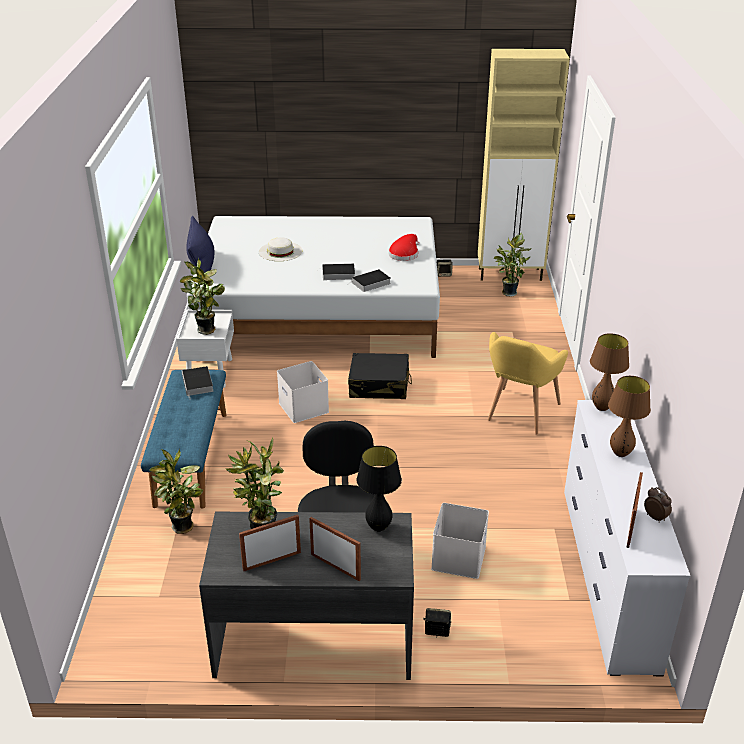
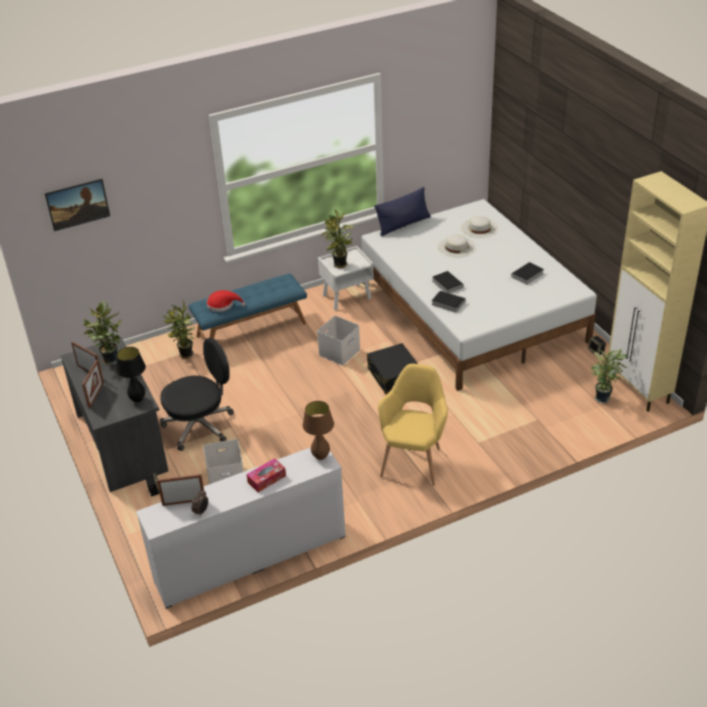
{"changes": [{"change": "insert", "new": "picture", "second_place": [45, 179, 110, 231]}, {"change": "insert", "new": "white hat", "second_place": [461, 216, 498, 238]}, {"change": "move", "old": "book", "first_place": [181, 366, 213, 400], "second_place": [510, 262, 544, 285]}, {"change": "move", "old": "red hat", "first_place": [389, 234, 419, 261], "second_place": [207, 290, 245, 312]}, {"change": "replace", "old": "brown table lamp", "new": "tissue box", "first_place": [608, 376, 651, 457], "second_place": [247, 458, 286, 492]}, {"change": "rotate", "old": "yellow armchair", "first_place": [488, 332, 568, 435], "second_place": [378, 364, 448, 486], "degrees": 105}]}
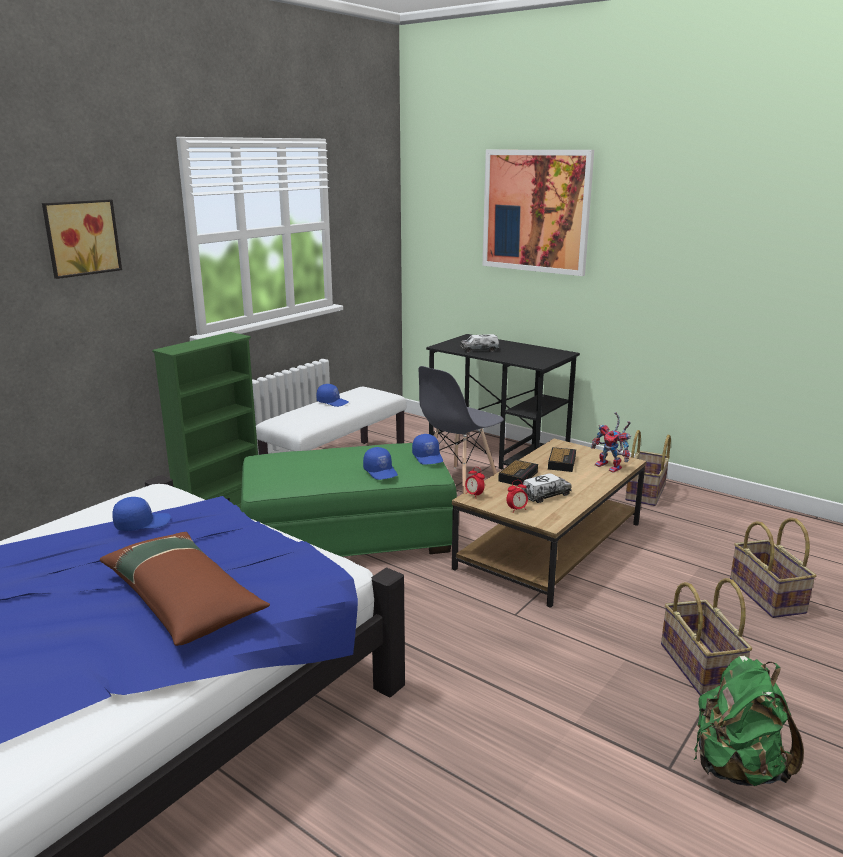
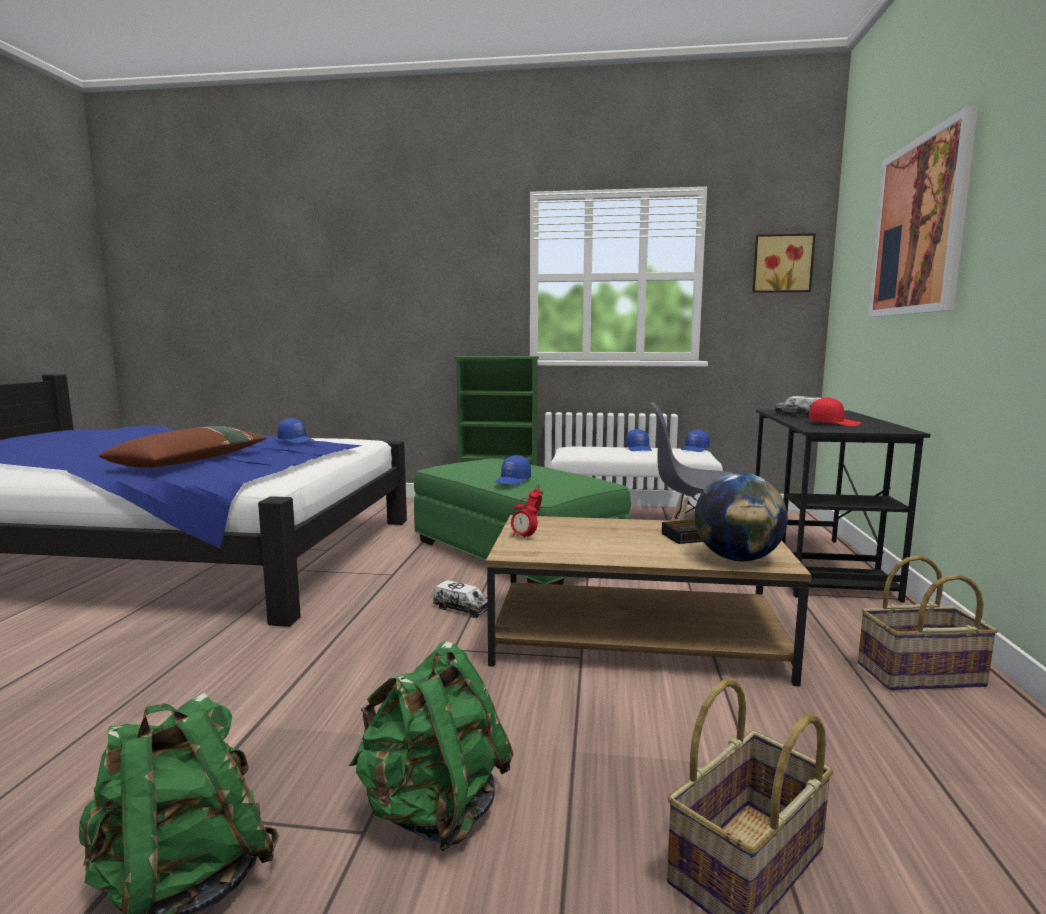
{"changes": [{"change": "delete", "old": "alarm clock", "first_place": [498, 459, 538, 486]}, {"change": "insert", "new": "red cap", "second_place": [809, 397, 861, 427]}, {"change": "move", "old": "picture", "first_place": [42, 199, 122, 279], "second_place": [752, 233, 816, 293]}, {"change": "move", "old": "blue cap", "first_place": [412, 434, 443, 465], "second_place": [681, 429, 710, 452]}, {"change": "move", "old": "toy truck", "first_place": [521, 473, 572, 503], "second_place": [433, 580, 488, 618]}, {"change": "replace", "old": "toy robot", "new": "globe", "first_place": [591, 412, 631, 473], "second_place": [695, 473, 788, 562]}, {"change": "replace", "old": "basket", "new": "green backpack", "first_place": [661, 578, 752, 696], "second_place": [349, 641, 513, 851]}]}
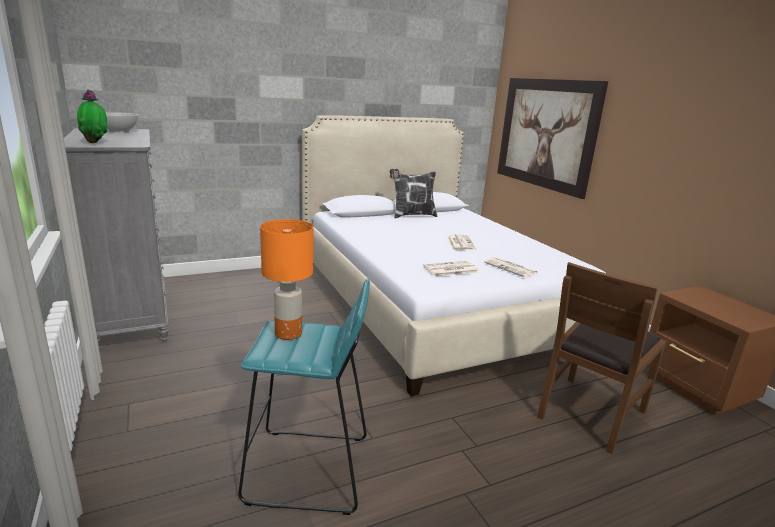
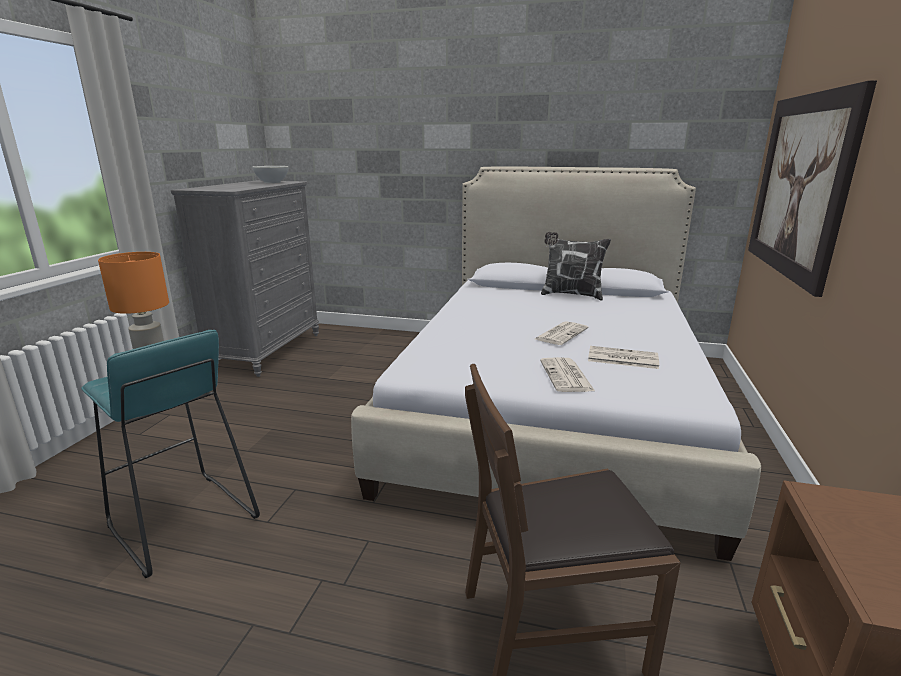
{"changes": [{"change": "delete", "old": "potted plant", "first_place": [77, 90, 108, 143]}, {"change": "move", "old": "newspaper", "first_place": [423, 261, 479, 277], "second_place": [588, 346, 659, 369]}]}
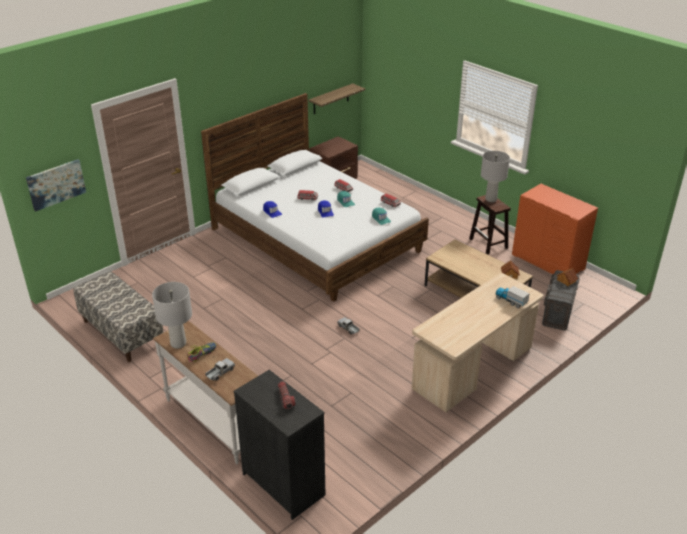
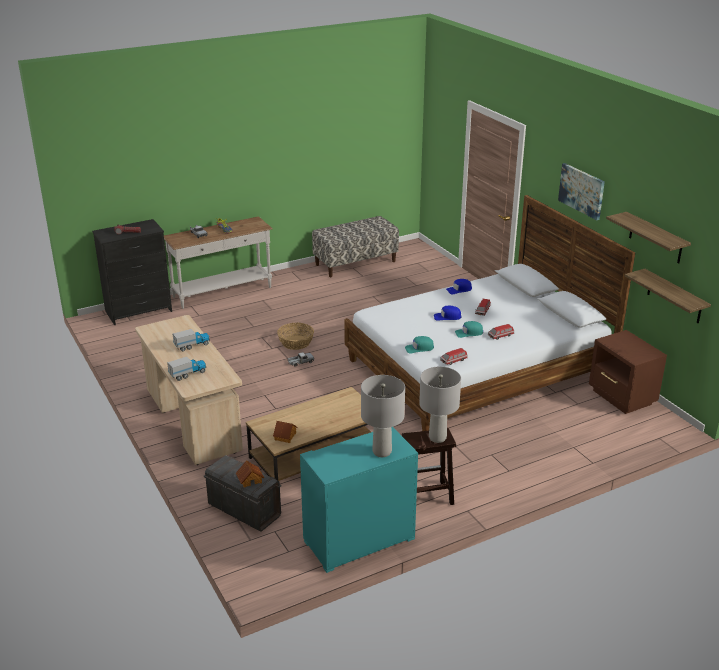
{"changes": [{"change": "insert", "new": "toy truck", "second_place": [173, 329, 210, 351]}, {"change": "insert", "new": "basket", "second_place": [277, 323, 314, 350]}, {"change": "insert", "new": "shelf", "second_place": [606, 212, 691, 263]}, {"change": "move", "old": "picture", "first_place": [26, 159, 86, 211], "second_place": [558, 163, 605, 220]}, {"change": "move", "old": "grey table lamp", "first_place": [152, 282, 192, 349], "second_place": [361, 375, 405, 457]}, {"change": "recolor", "old": "orange dresser", "new": "turquoise dresser", "first_place": [512, 184, 598, 274], "second_place": [300, 427, 418, 573]}]}
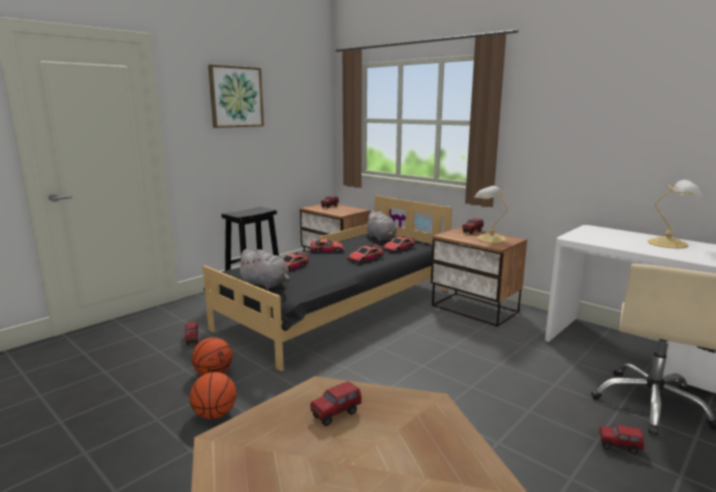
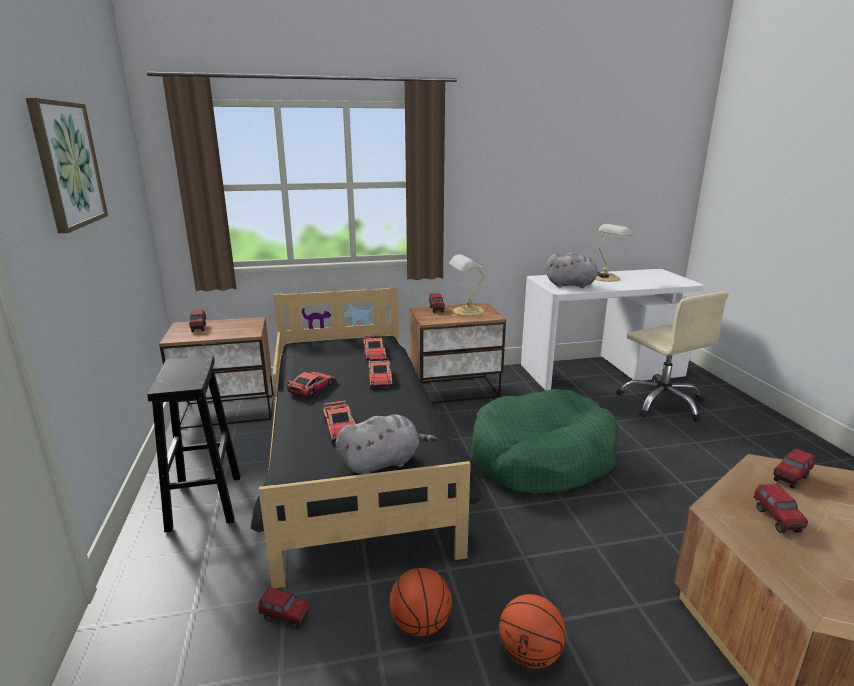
{"changes": [{"change": "insert", "new": "green dog bed", "second_place": [470, 389, 619, 493]}, {"change": "move", "old": "grey plush toy", "first_place": [365, 211, 397, 241], "second_place": [546, 252, 609, 288]}, {"change": "move", "old": "toy truck", "first_place": [599, 425, 644, 454], "second_place": [773, 449, 815, 489]}]}
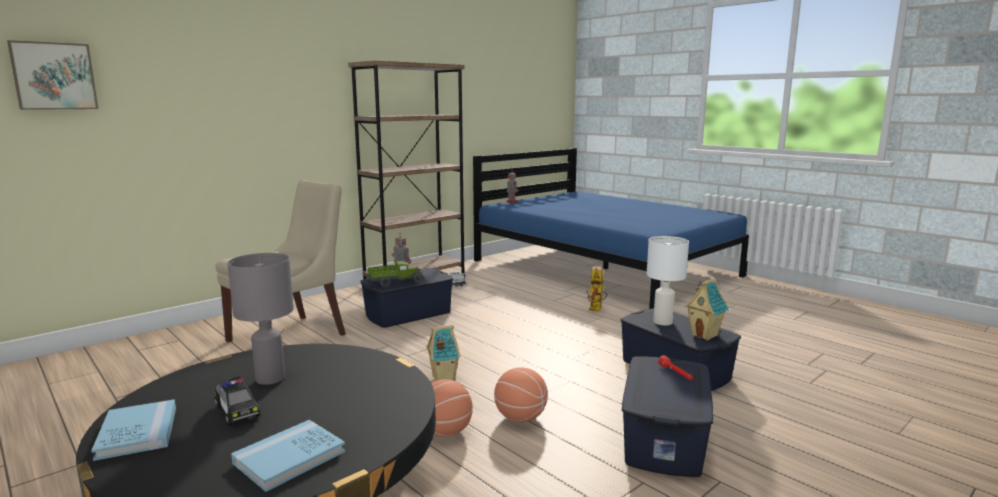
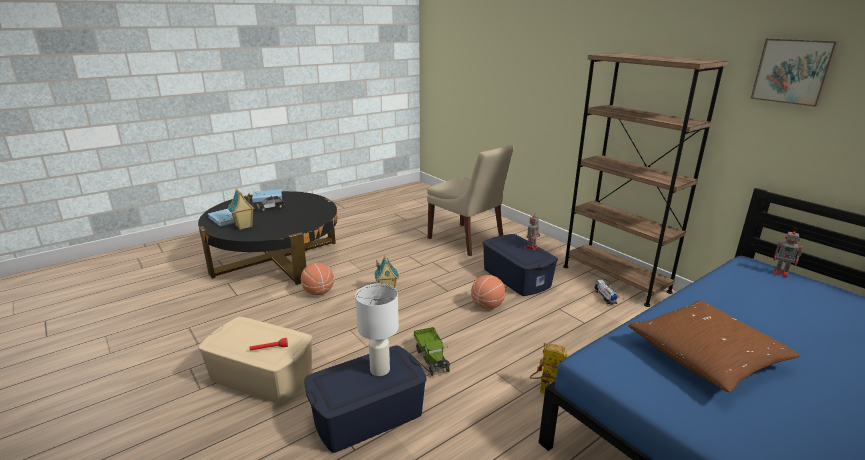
{"changes": [{"change": "delete", "old": "grey table lamp", "first_place": [227, 253, 294, 385]}, {"change": "insert", "new": "brown pillow", "second_place": [628, 300, 800, 392]}, {"change": "move", "old": "picture", "first_place": [7, 40, 98, 110], "second_place": [750, 38, 839, 107]}, {"change": "move", "old": "toy truck", "first_place": [368, 261, 424, 287], "second_place": [414, 327, 450, 376]}, {"change": "move", "old": "basketball", "first_place": [494, 367, 548, 422], "second_place": [471, 275, 506, 309]}, {"change": "move", "old": "toy house", "first_place": [685, 278, 729, 340], "second_place": [228, 188, 255, 230]}, {"change": "recolor", "old": "blue storage box", "new": "beige storage box", "first_place": [622, 356, 714, 477], "second_place": [198, 317, 313, 404]}]}
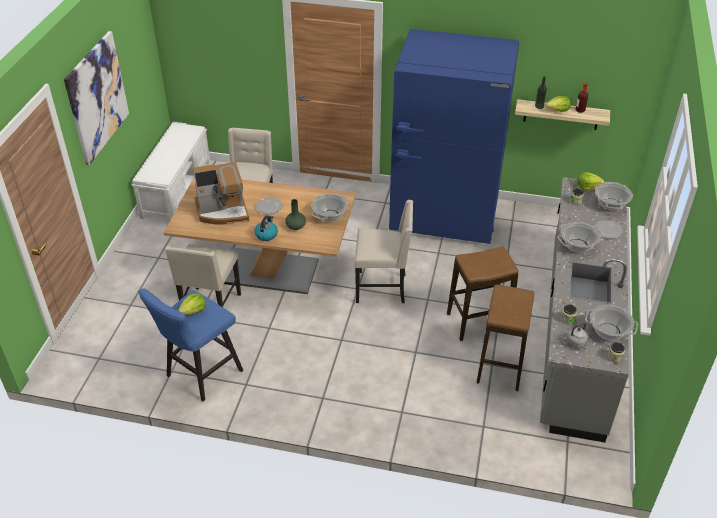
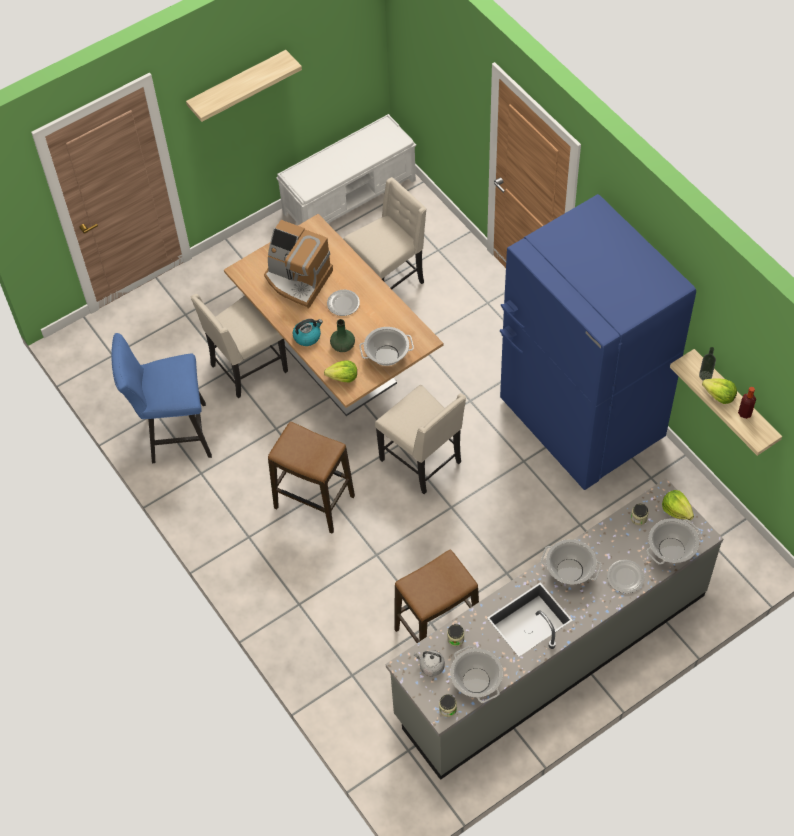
{"changes": [{"change": "move", "old": "lettuce", "first_place": [178, 293, 206, 315], "second_place": [324, 360, 357, 382]}, {"change": "move", "old": "stool", "first_place": [447, 246, 519, 341], "second_place": [268, 422, 355, 534]}, {"change": "replace", "old": "picture", "new": "shelf", "first_place": [64, 31, 129, 165], "second_place": [186, 50, 302, 122]}]}
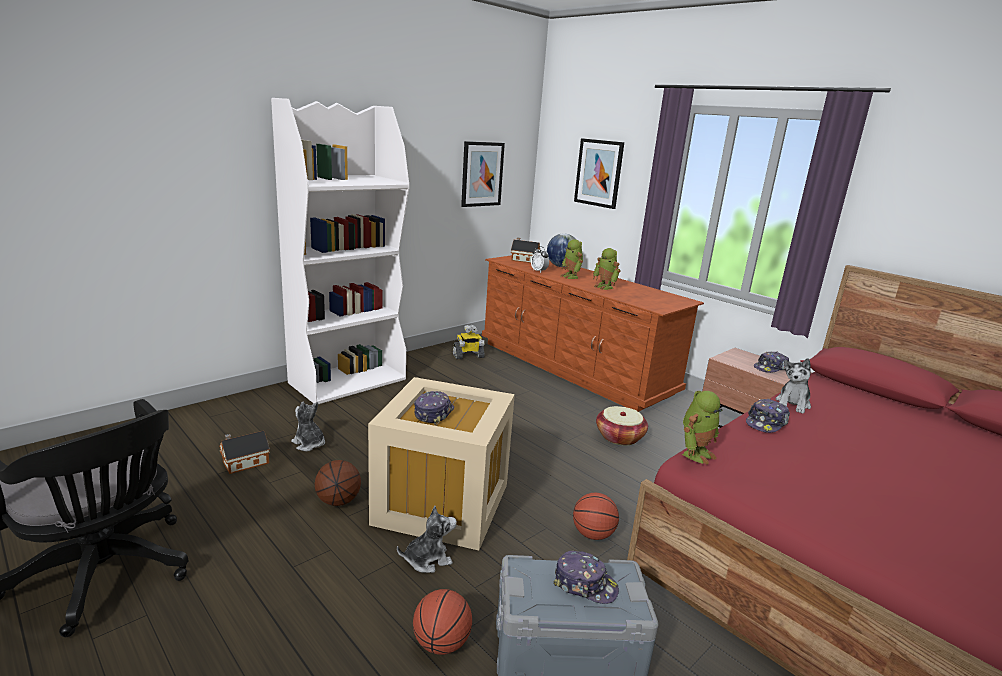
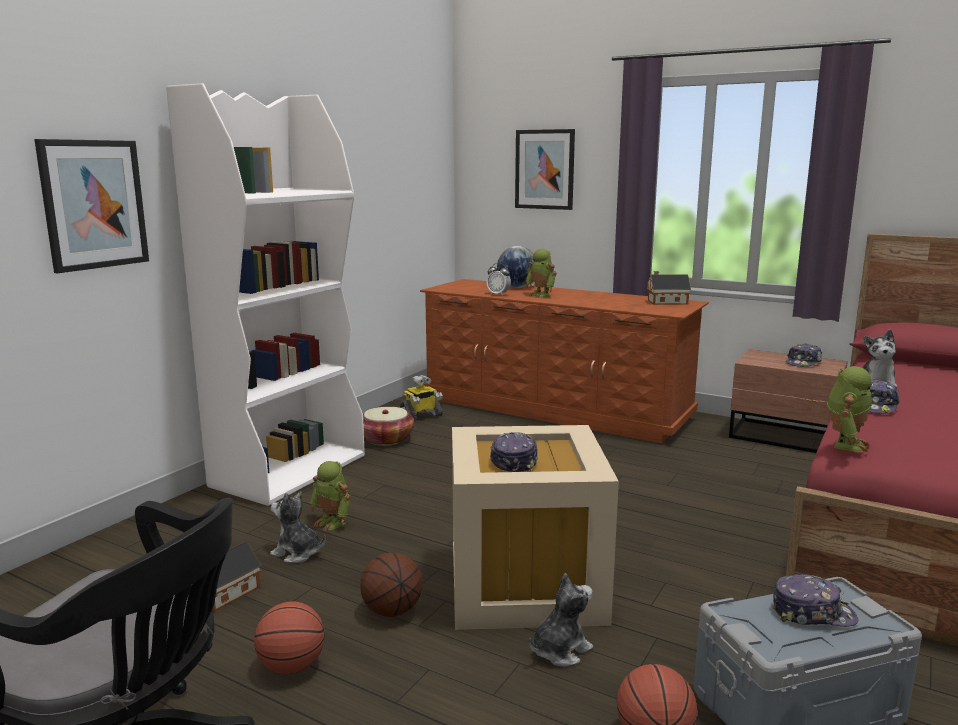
{"changes": [{"change": "move", "old": "picture", "first_place": [461, 141, 505, 207], "second_place": [34, 139, 149, 273]}, {"change": "move", "old": "toy house", "first_place": [511, 238, 540, 263], "second_place": [647, 271, 691, 305]}, {"change": "move", "old": "basketball", "first_place": [573, 492, 619, 540], "second_place": [254, 601, 325, 675]}, {"change": "move", "old": "toy robot", "first_place": [593, 248, 621, 290], "second_place": [310, 461, 351, 531]}, {"change": "move", "old": "basket", "first_place": [596, 406, 648, 445], "second_place": [363, 407, 414, 446]}]}
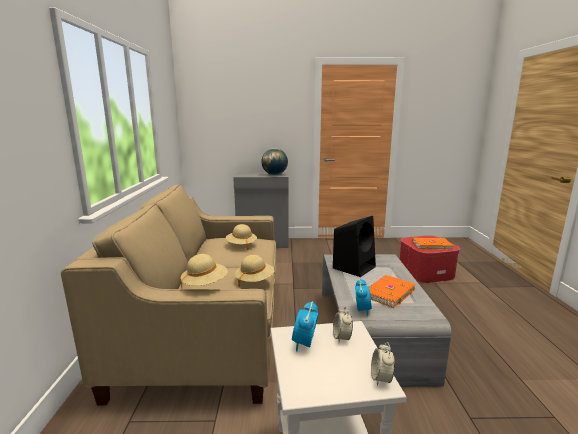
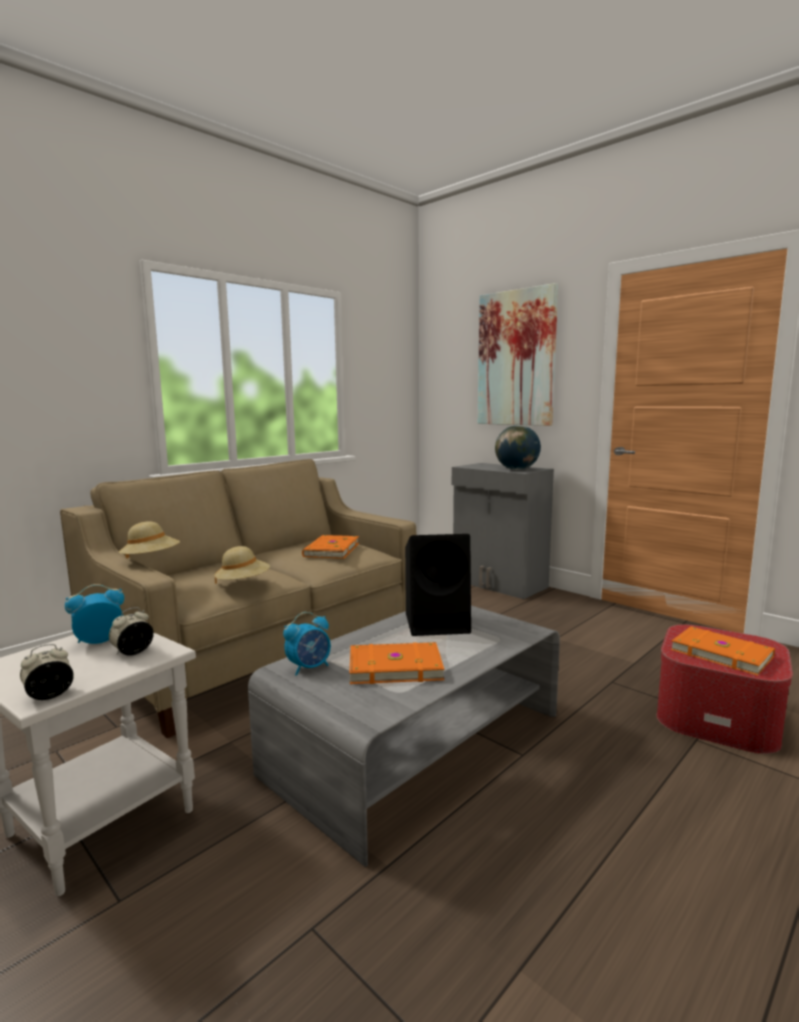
{"changes": [{"change": "insert", "new": "picture", "second_place": [478, 283, 558, 426]}, {"change": "replace", "old": "beige hat", "new": "orange book", "first_place": [226, 224, 257, 250], "second_place": [302, 535, 359, 559]}]}
